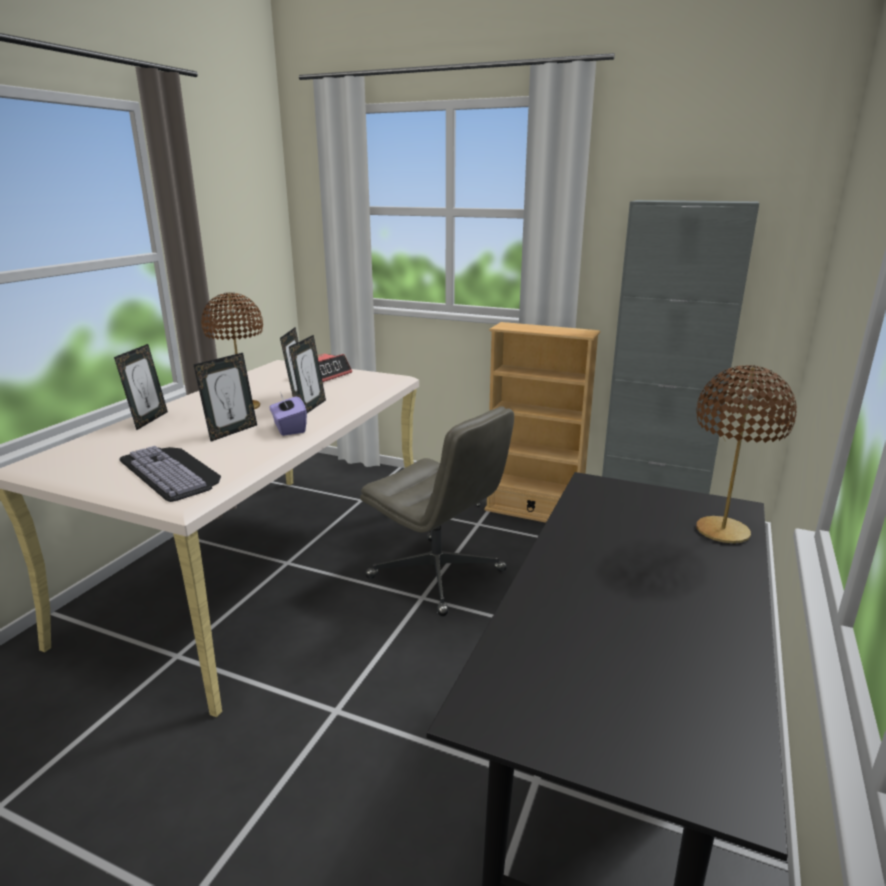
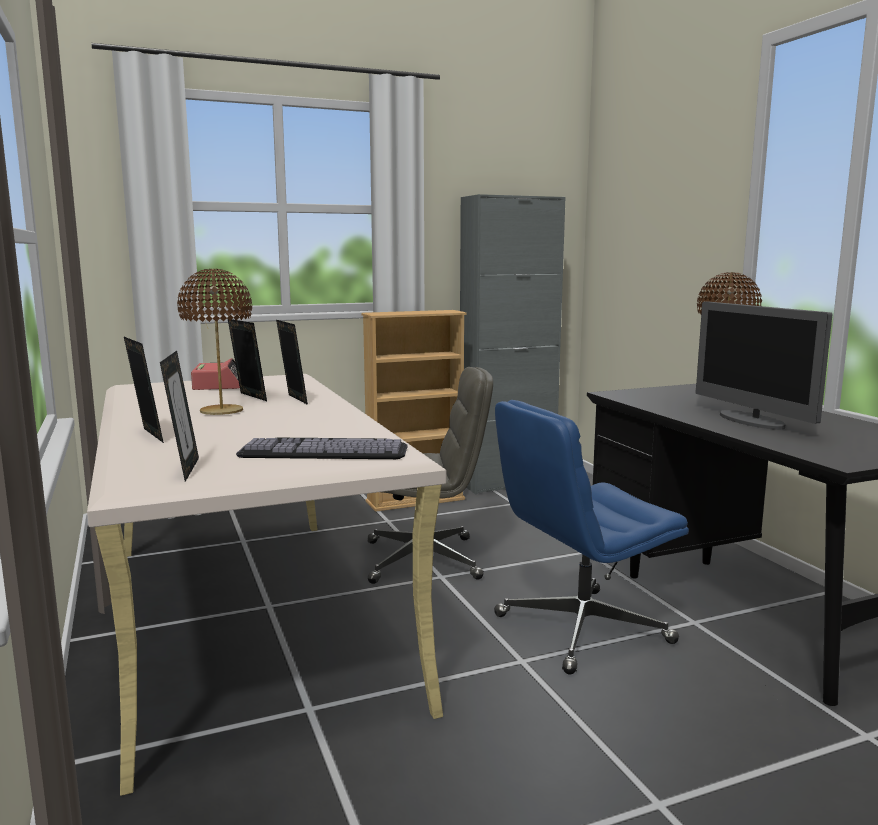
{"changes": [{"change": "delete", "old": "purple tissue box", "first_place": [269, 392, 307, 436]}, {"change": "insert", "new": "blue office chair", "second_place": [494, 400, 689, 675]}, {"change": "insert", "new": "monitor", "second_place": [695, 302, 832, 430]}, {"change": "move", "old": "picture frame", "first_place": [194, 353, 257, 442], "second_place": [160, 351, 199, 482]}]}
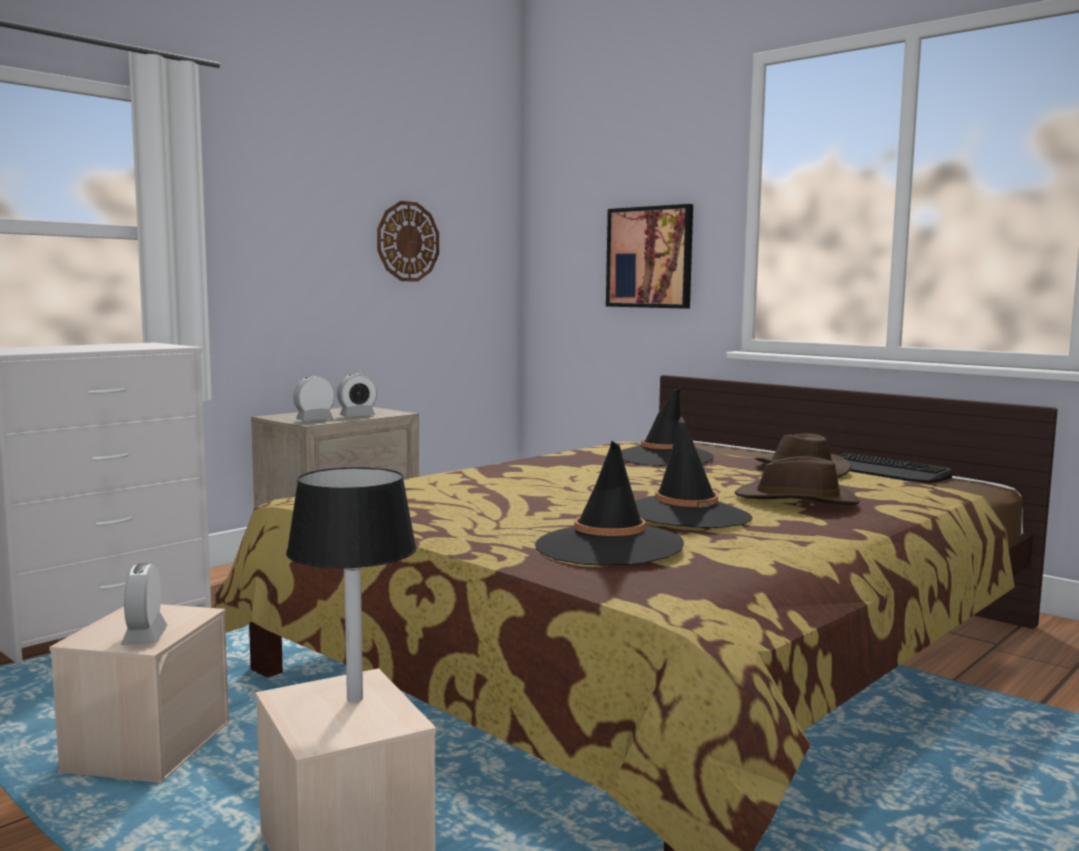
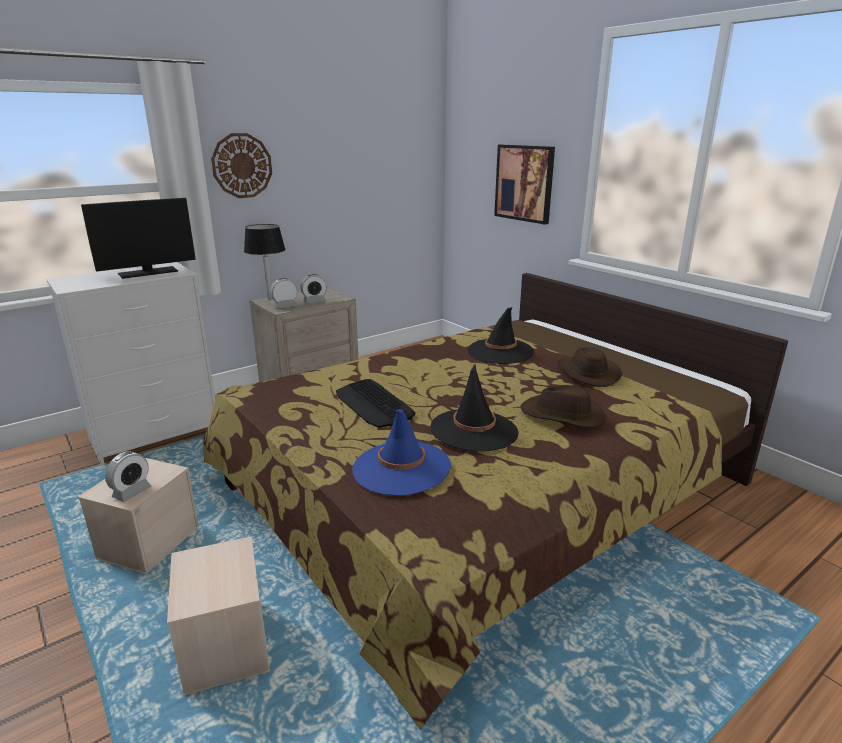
{"changes": [{"change": "insert", "new": "monitor", "second_place": [81, 198, 196, 279]}, {"change": "move", "old": "black table lamp", "first_place": [286, 467, 417, 703], "second_place": [244, 224, 285, 299]}, {"change": "move", "old": "wall clock", "first_place": [377, 201, 439, 282], "second_place": [211, 133, 272, 198]}, {"change": "move", "old": "keyboard", "first_place": [838, 453, 954, 483], "second_place": [336, 379, 416, 428]}, {"change": "recolor", "old": "black hat", "new": "blue hat", "first_place": [535, 441, 684, 566], "second_place": [352, 409, 451, 496]}, {"change": "rotate", "old": "alarm clock", "first_place": [121, 563, 167, 645], "second_place": [105, 451, 151, 502], "degrees": -150}]}
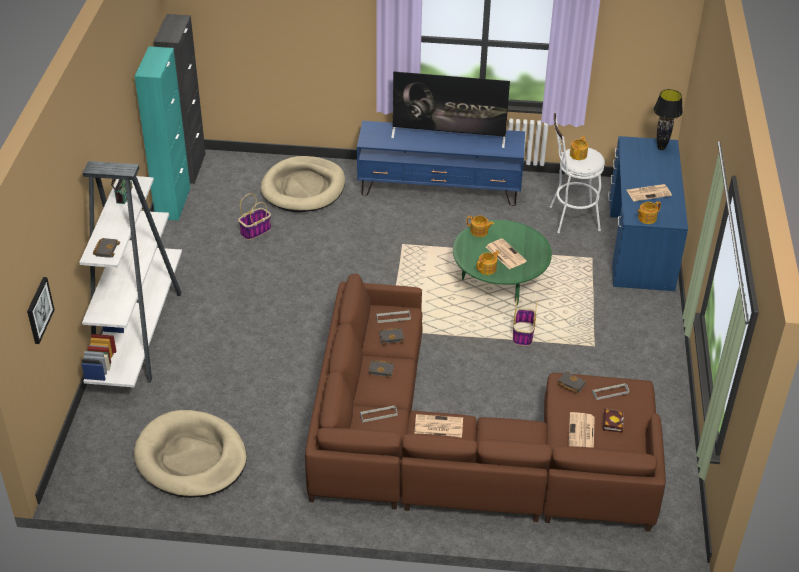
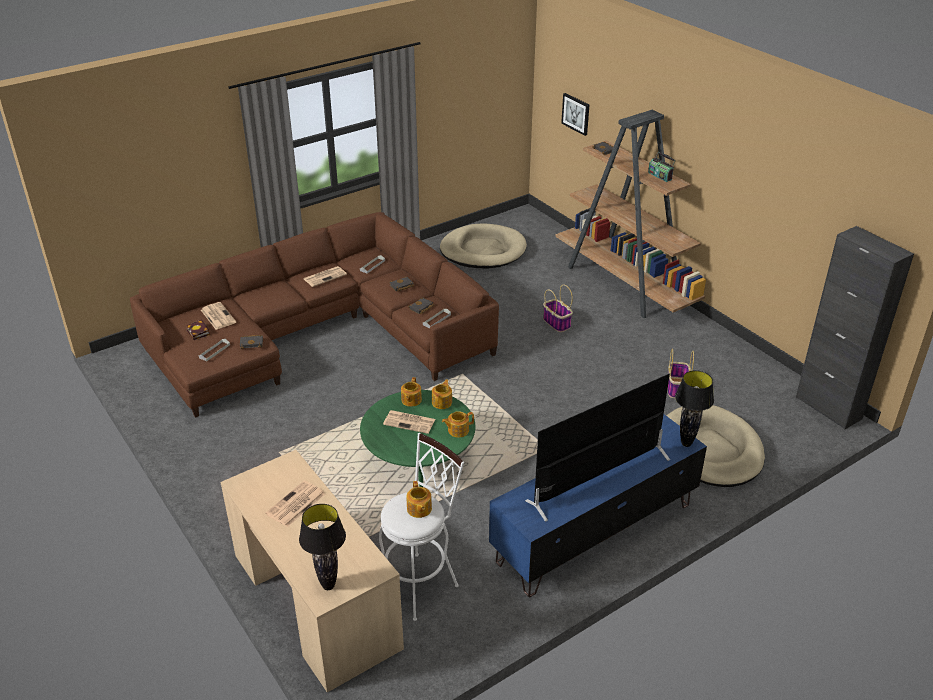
{"changes": [{"change": "delete", "old": "turquoise cabinet", "first_place": [134, 46, 190, 221]}, {"change": "insert", "new": "black table lamp", "second_place": [675, 370, 714, 447]}, {"change": "move", "old": "basket", "first_place": [513, 298, 537, 346], "second_place": [543, 284, 573, 332]}, {"change": "move", "old": "teapot", "first_place": [637, 201, 661, 224], "second_place": [432, 379, 452, 409]}, {"change": "recolor", "old": "white bookcase", "new": "brown bookcase", "first_place": [79, 161, 182, 387], "second_place": [555, 110, 706, 318]}, {"change": "recolor", "old": "blue desk", "new": "beige desk", "first_place": [608, 136, 688, 291], "second_place": [220, 450, 404, 693]}]}
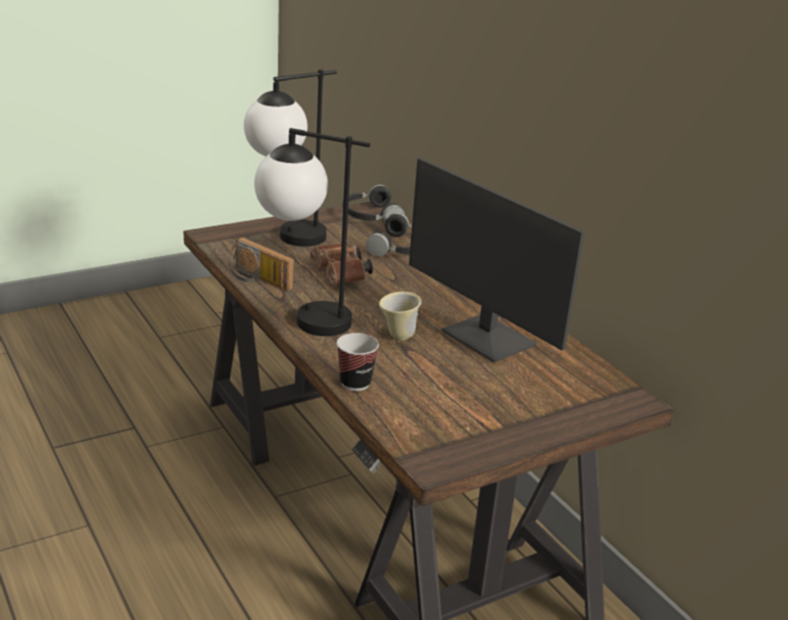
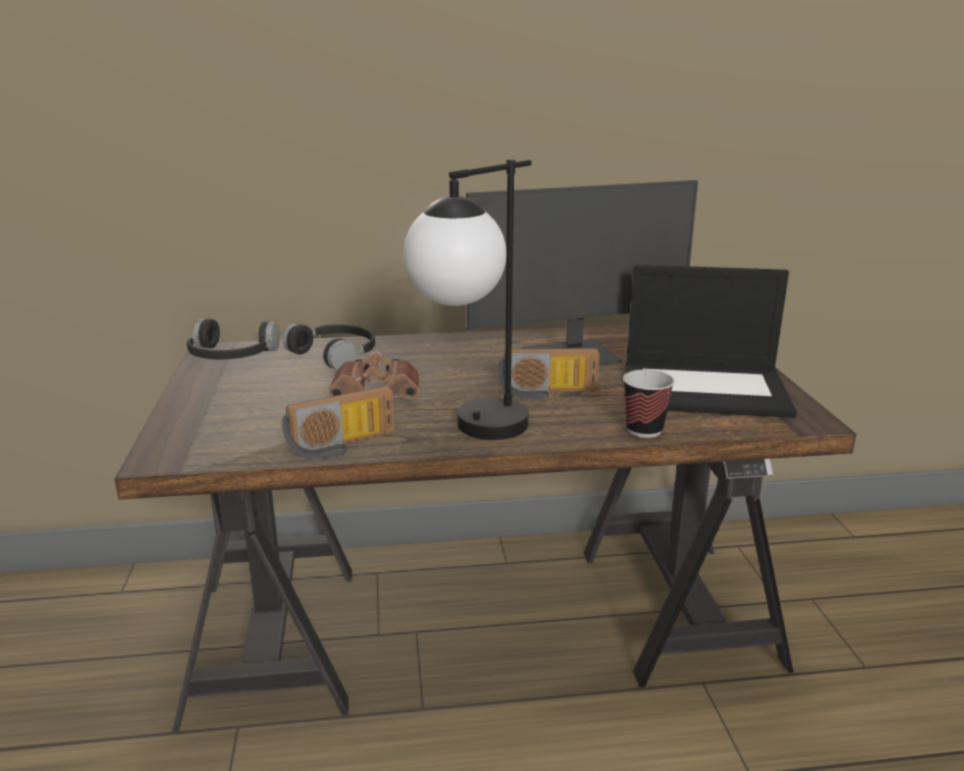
{"changes": [{"change": "delete", "old": "table lamp", "first_place": [244, 69, 337, 247]}, {"change": "insert", "new": "laptop", "second_place": [625, 264, 797, 418]}, {"change": "replace", "old": "beige mug", "new": "radio", "first_place": [379, 292, 421, 340], "second_place": [498, 348, 599, 400]}]}
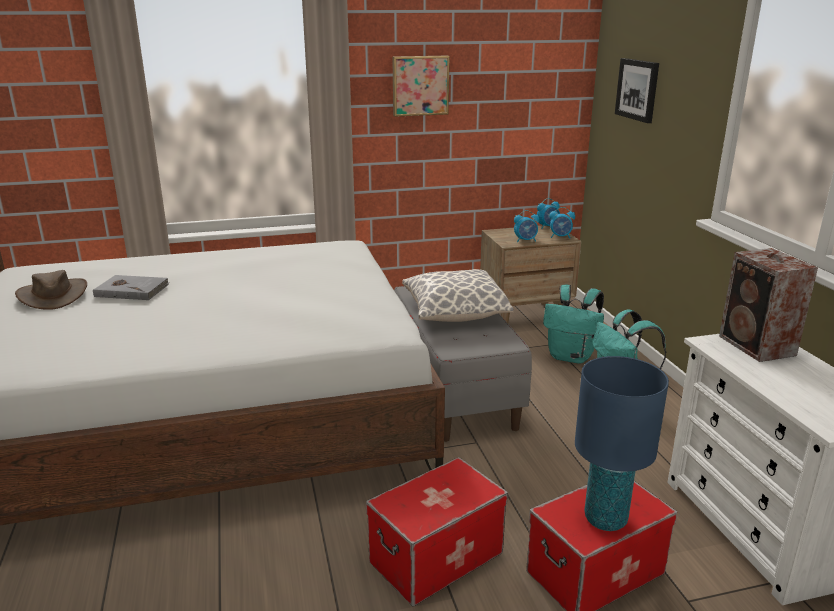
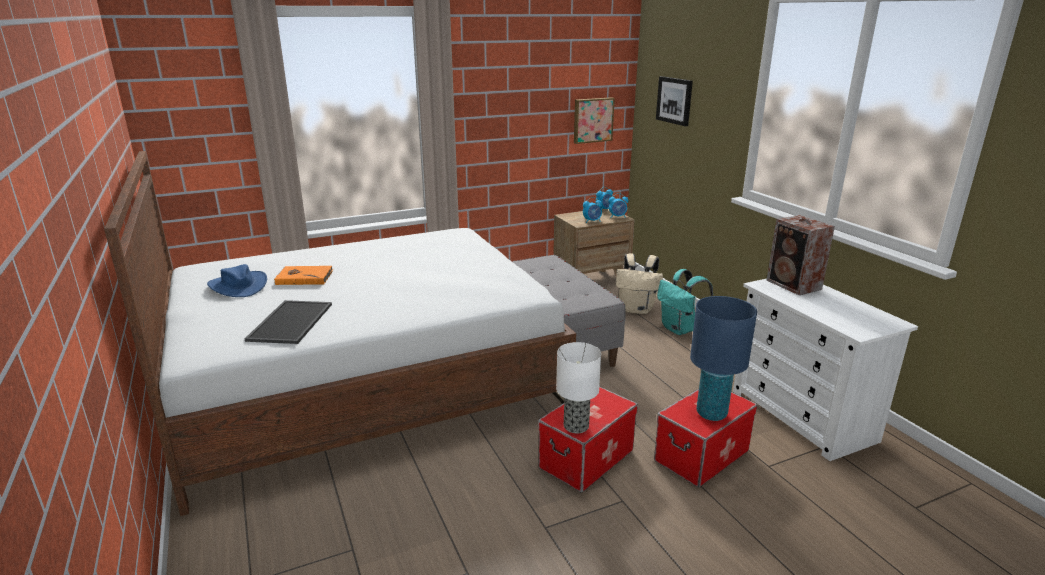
{"changes": [{"change": "delete", "old": "pillow", "first_place": [402, 269, 514, 322]}, {"change": "insert", "new": "tray", "second_place": [245, 300, 332, 344]}, {"change": "insert", "new": "table lamp", "second_place": [556, 342, 601, 433]}, {"change": "move", "old": "picture", "first_place": [392, 56, 449, 117], "second_place": [574, 97, 615, 144]}, {"change": "recolor", "old": "brown hat", "new": "blue hat", "first_place": [15, 270, 87, 310], "second_place": [207, 264, 267, 297]}, {"change": "recolor", "old": "grey book", "new": "orange book", "first_place": [93, 275, 170, 300], "second_place": [274, 266, 333, 285]}, {"change": "recolor", "old": "turquoise backpack", "new": "beige backpack", "first_place": [543, 285, 604, 364], "second_place": [616, 253, 663, 314]}]}
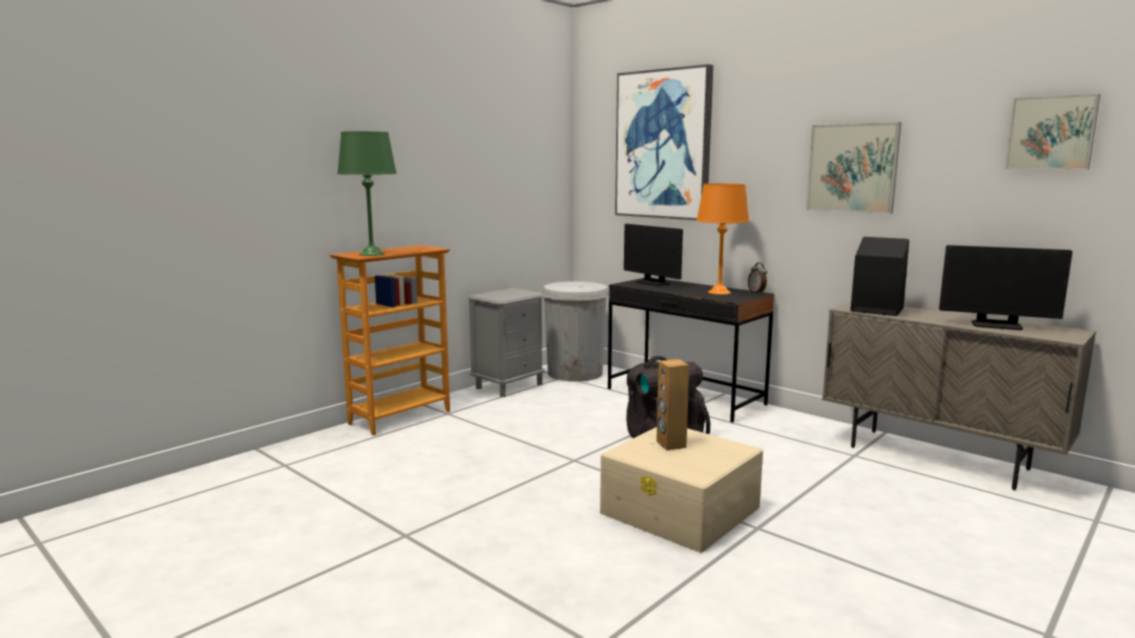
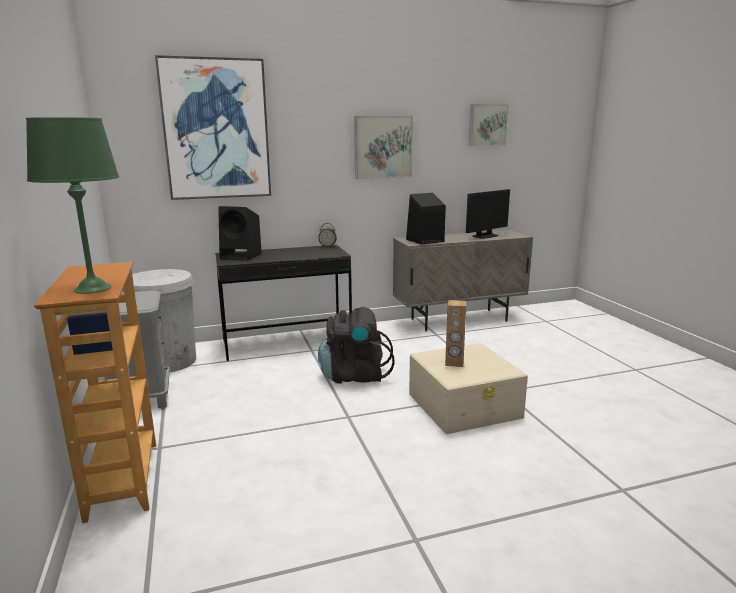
{"changes": [{"change": "delete", "old": "orange table lamp", "first_place": [696, 183, 749, 295]}, {"change": "replace", "old": "monitor", "new": "black speaker", "first_place": [624, 224, 683, 286], "second_place": [218, 206, 262, 261]}]}
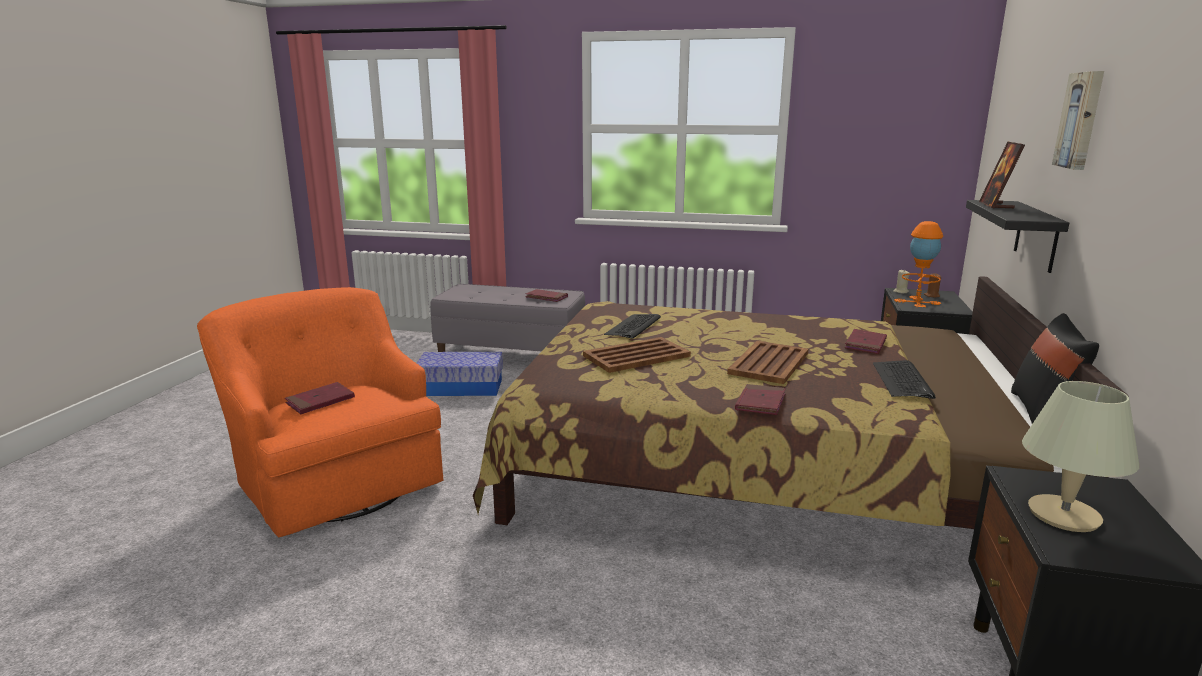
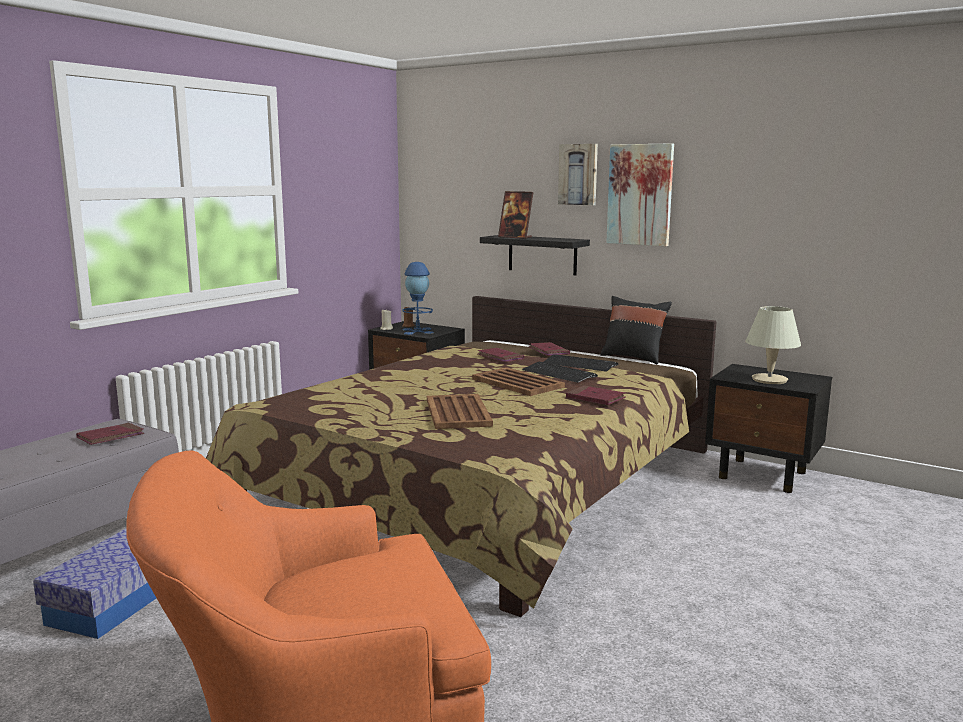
{"changes": [{"change": "insert", "new": "picture", "second_place": [606, 143, 674, 246]}, {"change": "move", "old": "red book", "first_place": [285, 382, 355, 414], "second_place": [529, 342, 570, 356]}, {"change": "move", "old": "keyboard", "first_place": [604, 314, 661, 339], "second_place": [522, 362, 598, 383]}, {"change": "recolor", "old": "orange table lamp", "new": "blue table lamp", "first_place": [894, 221, 943, 308], "second_place": [402, 262, 434, 335]}]}
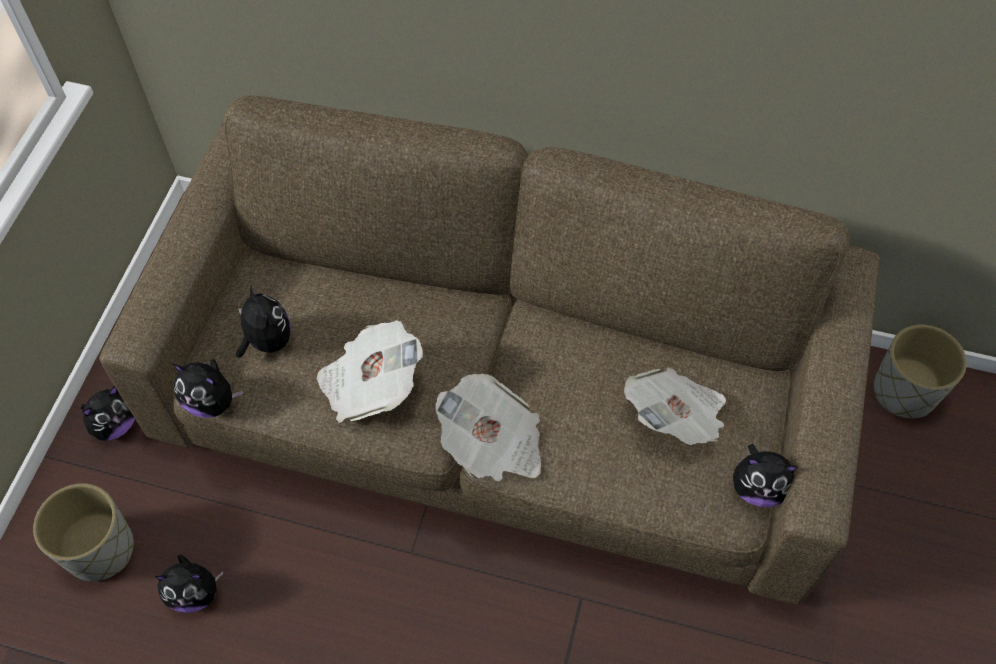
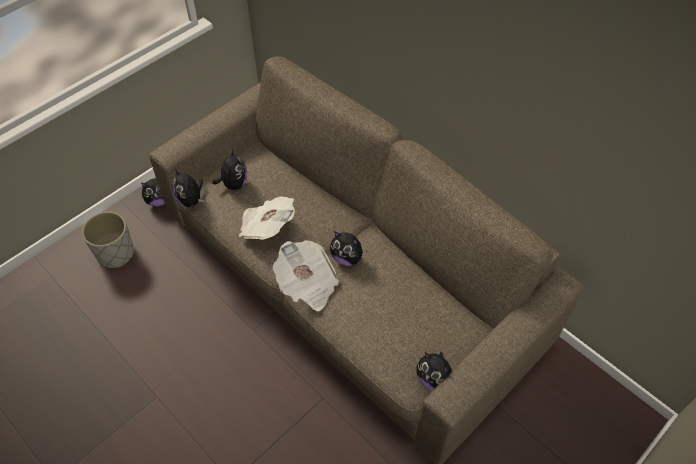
{"changes": [{"change": "delete", "old": "newspaper", "first_place": [624, 367, 726, 445]}, {"change": "delete", "old": "grey planter", "first_place": [874, 325, 967, 418]}, {"change": "move", "old": "plush toy", "first_place": [155, 554, 223, 613], "second_place": [330, 231, 368, 266]}]}
